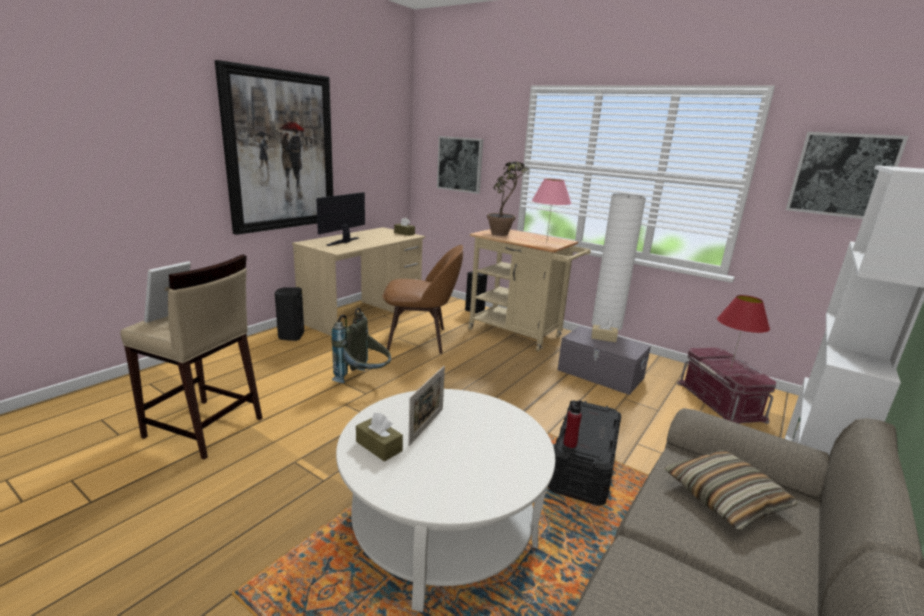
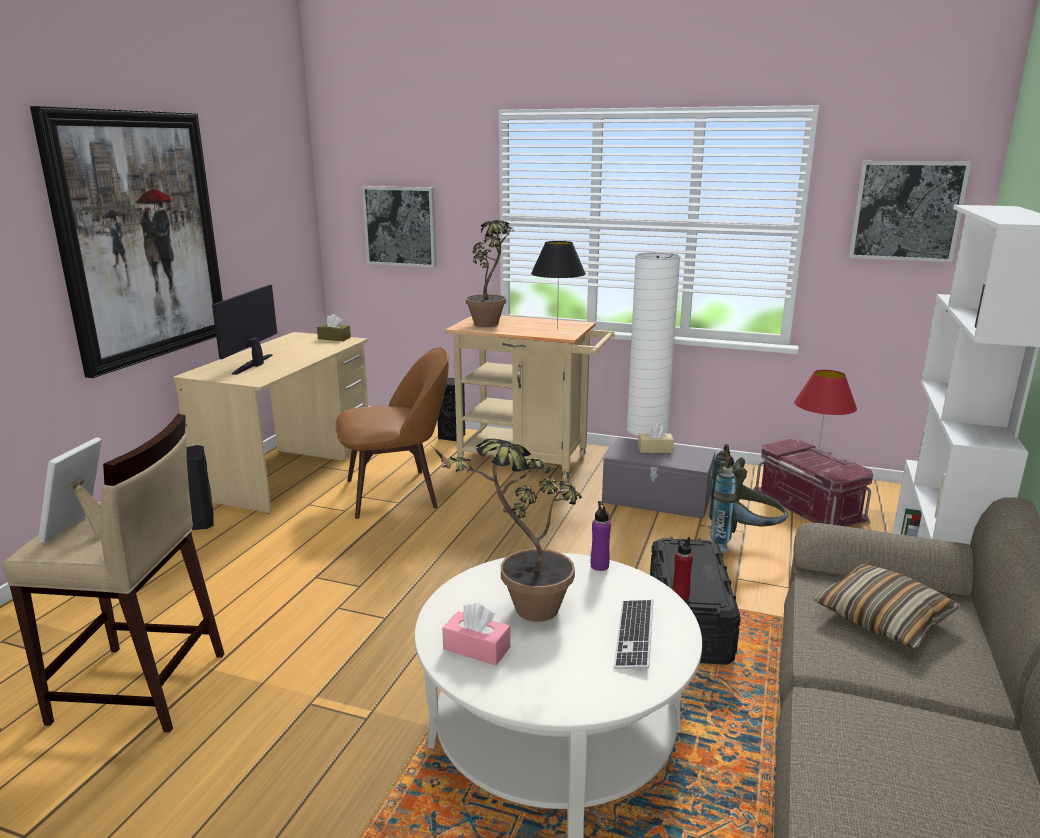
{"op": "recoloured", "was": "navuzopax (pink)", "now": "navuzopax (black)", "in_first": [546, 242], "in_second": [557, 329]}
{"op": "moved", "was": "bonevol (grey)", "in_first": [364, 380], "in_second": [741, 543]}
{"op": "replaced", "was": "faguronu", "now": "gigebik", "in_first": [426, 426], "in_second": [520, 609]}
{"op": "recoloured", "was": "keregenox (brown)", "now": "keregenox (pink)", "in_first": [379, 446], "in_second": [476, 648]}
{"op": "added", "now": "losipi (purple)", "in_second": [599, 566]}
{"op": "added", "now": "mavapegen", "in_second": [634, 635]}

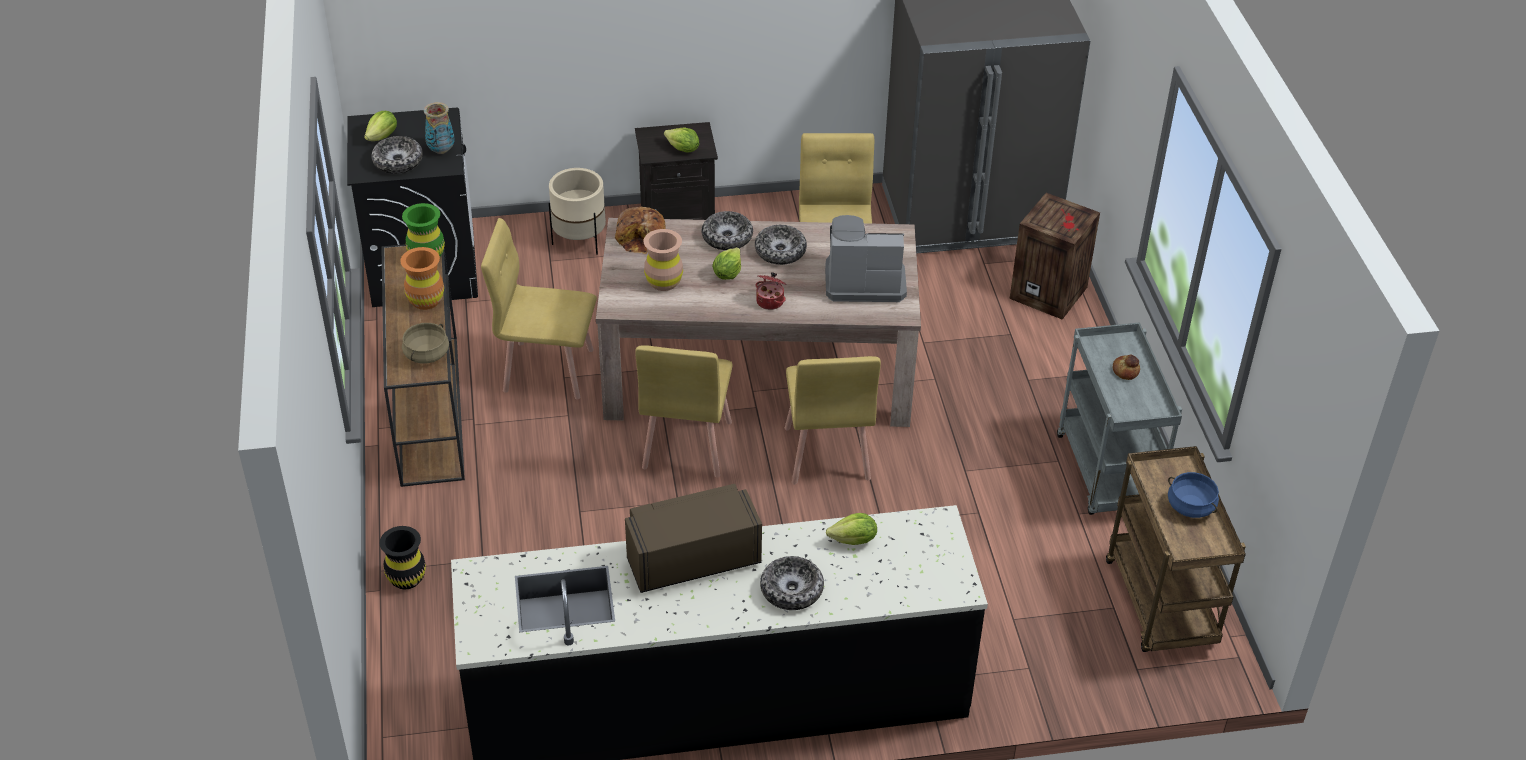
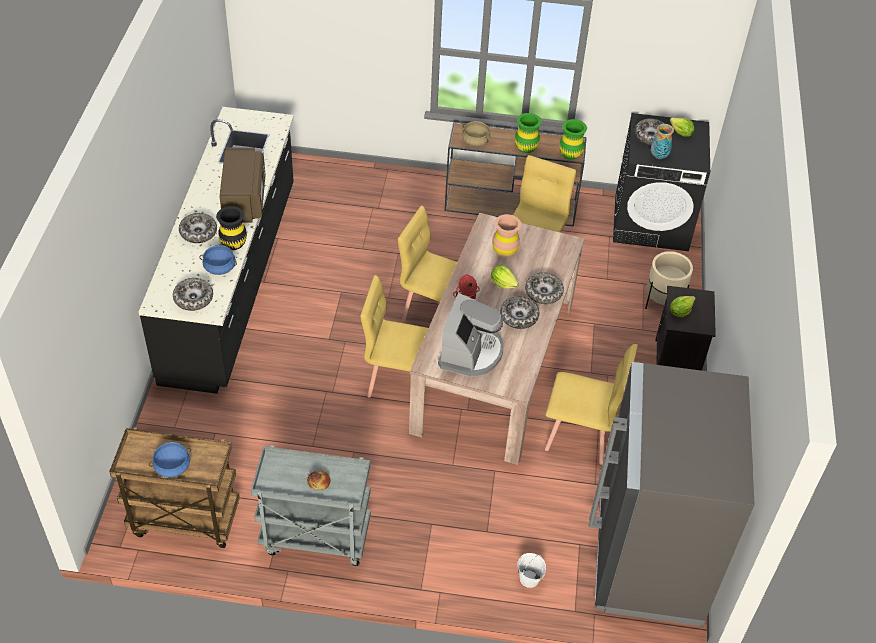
{"op": "replaced", "was": "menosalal", "now": "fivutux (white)", "in_first": [1050, 292], "in_second": [529, 579]}
{"op": "removed", "was": "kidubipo", "in_first": [642, 238]}
{"op": "recoloured", "was": "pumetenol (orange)", "now": "pumetenol (green)", "in_first": [426, 300], "in_second": [526, 147]}
{"op": "replaced", "was": "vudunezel", "now": "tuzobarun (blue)", "in_first": [854, 540], "in_second": [219, 267]}
{"op": "moved", "was": "pumetenol (black)", "in_first": [406, 578], "in_second": [233, 243]}
{"op": "added", "now": "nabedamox", "in_second": [193, 298]}

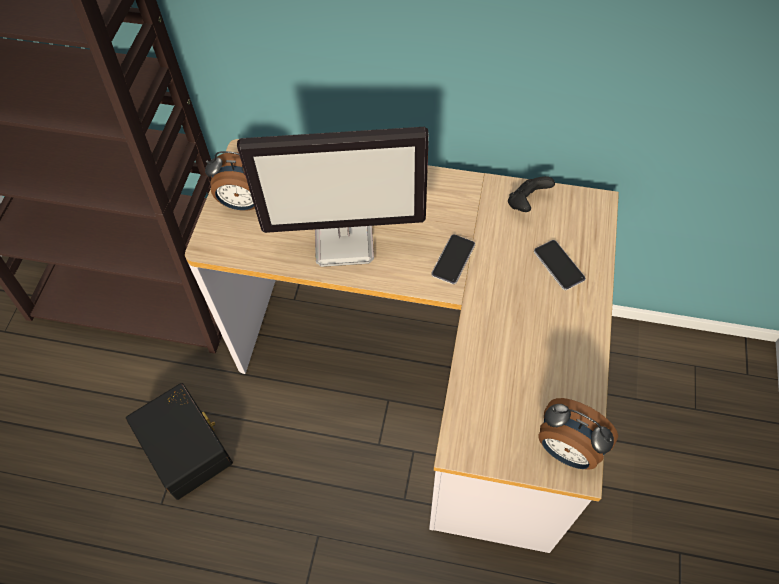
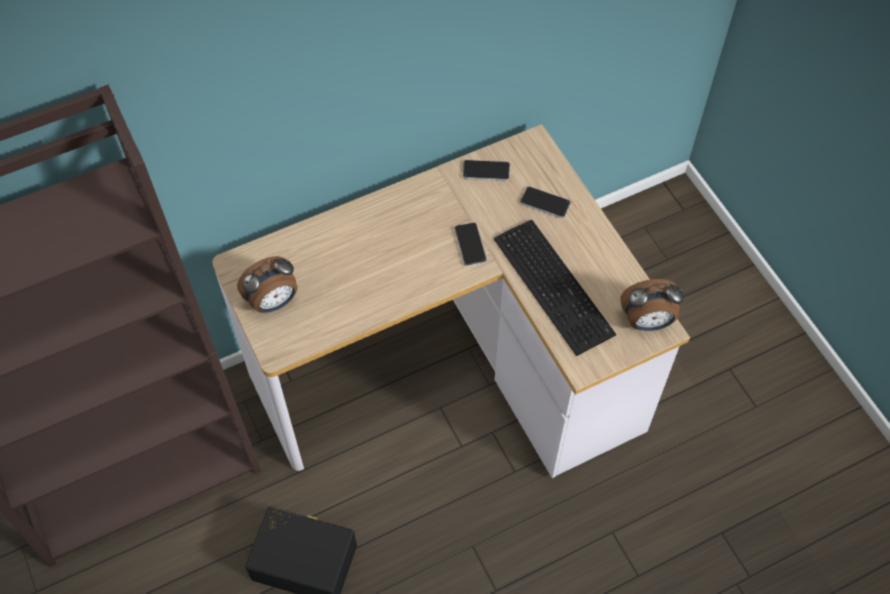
{"op": "removed", "was": "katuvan", "in_first": [345, 240]}
{"op": "replaced", "was": "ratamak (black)", "now": "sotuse", "in_first": [526, 203], "in_second": [486, 171]}
{"op": "added", "now": "mavapegen", "in_second": [554, 283]}

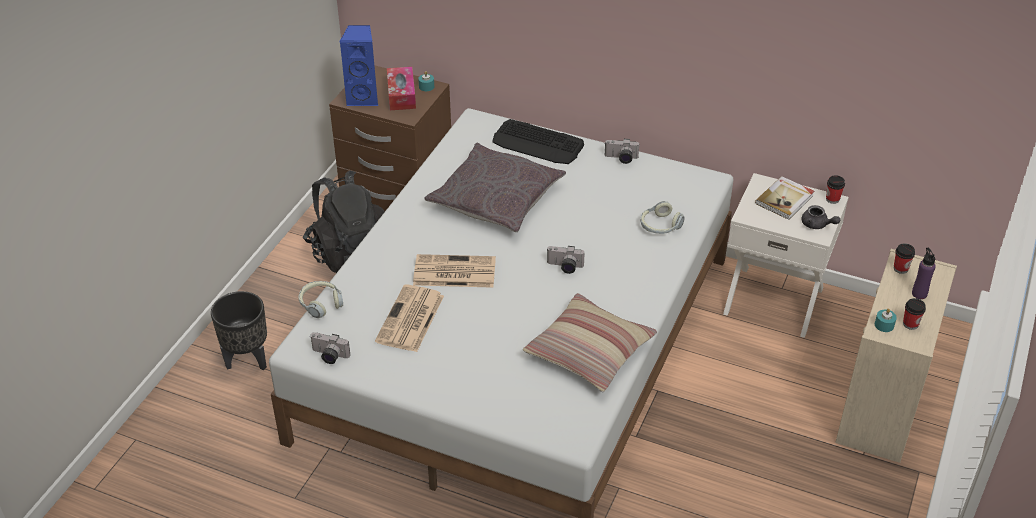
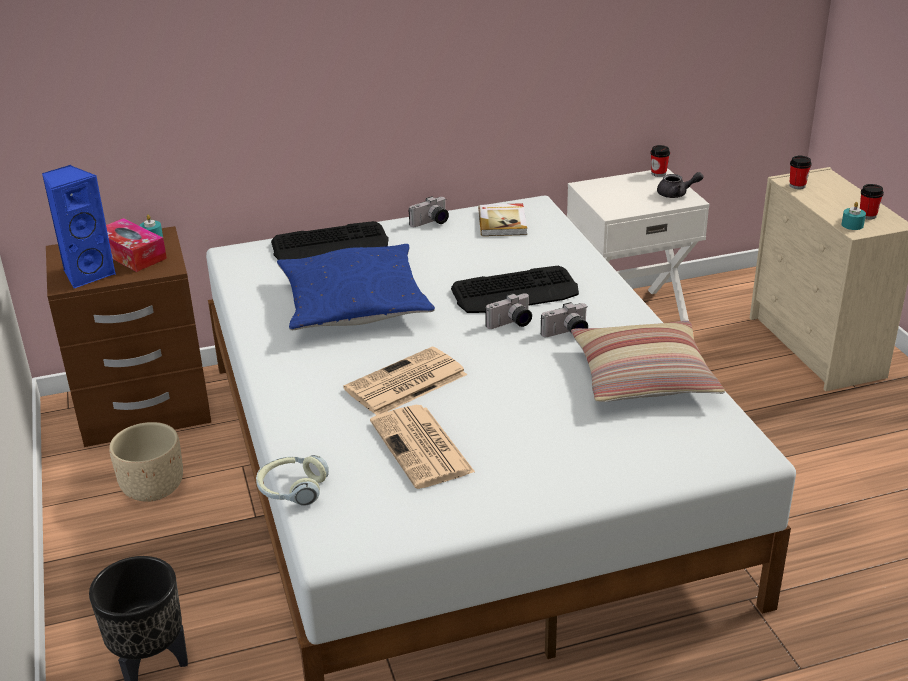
{"op": "recoloured", "was": "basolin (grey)", "now": "basolin (blue)", "in_first": [496, 198], "in_second": [354, 303]}
{"op": "replaced", "was": "bonevol (black)", "now": "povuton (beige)", "in_first": [350, 253], "in_second": [153, 488]}
{"op": "moved", "was": "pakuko", "in_first": [785, 199], "in_second": [503, 222]}
{"op": "removed", "was": "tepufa", "in_first": [660, 226]}
{"op": "removed", "was": "losipi (purple)", "in_first": [919, 293]}
{"op": "moved", "was": "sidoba", "in_first": [329, 356], "in_second": [567, 333]}
{"op": "added", "now": "mavapegen", "in_second": [515, 292]}

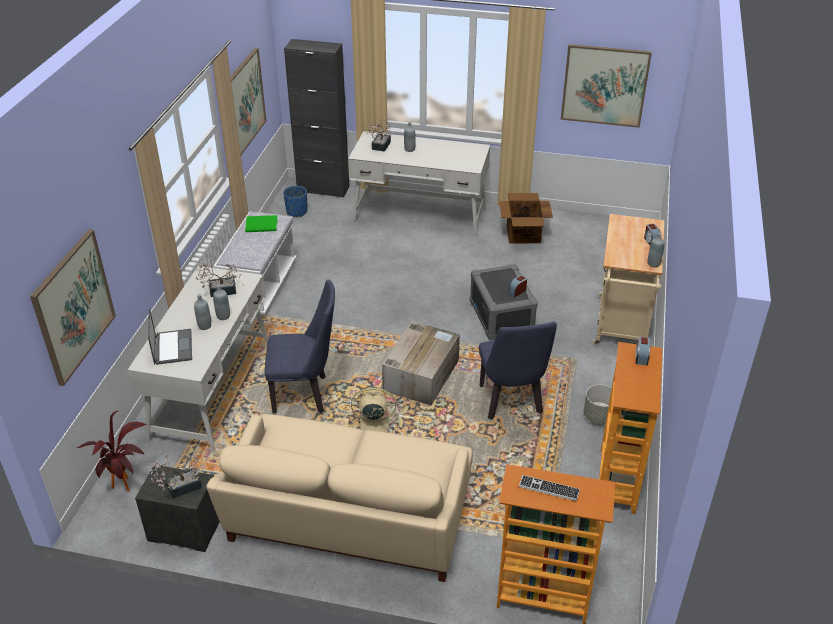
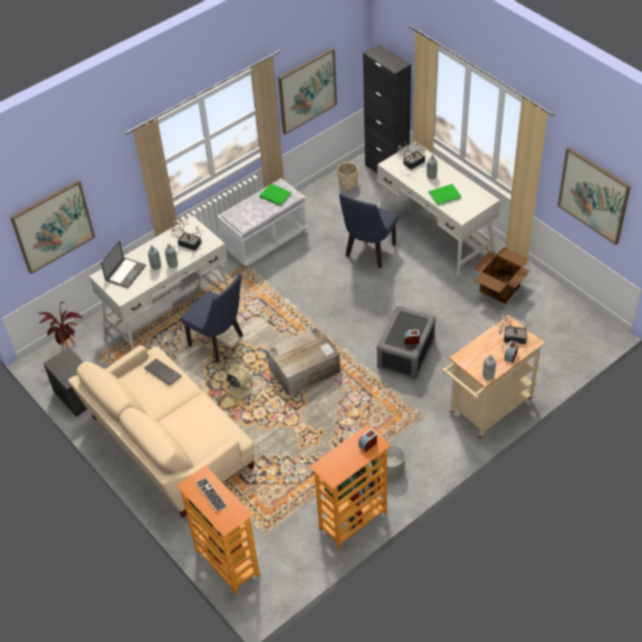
{"op": "recoloured", "was": "povuton (blue)", "now": "povuton (beige)", "in_first": [296, 212], "in_second": [347, 184]}
{"op": "moved", "was": "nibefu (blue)", "in_first": [511, 403], "in_second": [369, 253]}
{"op": "moved", "was": "gigebik", "in_first": [180, 487], "in_second": [512, 337]}
{"op": "added", "now": "pakuko (green)", "in_second": [443, 195]}
{"op": "added", "now": "mavapegen", "in_second": [162, 373]}

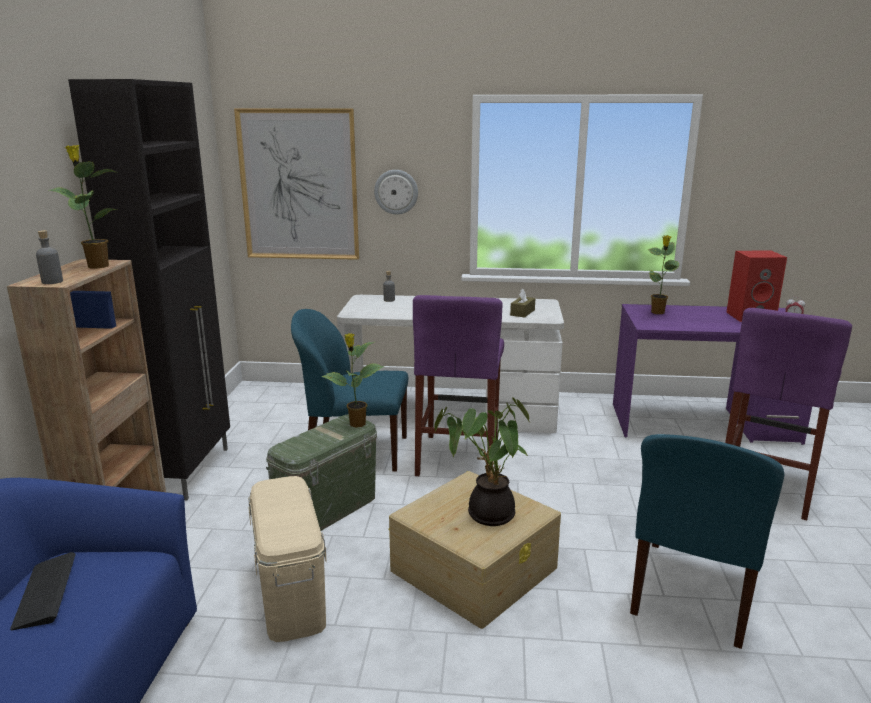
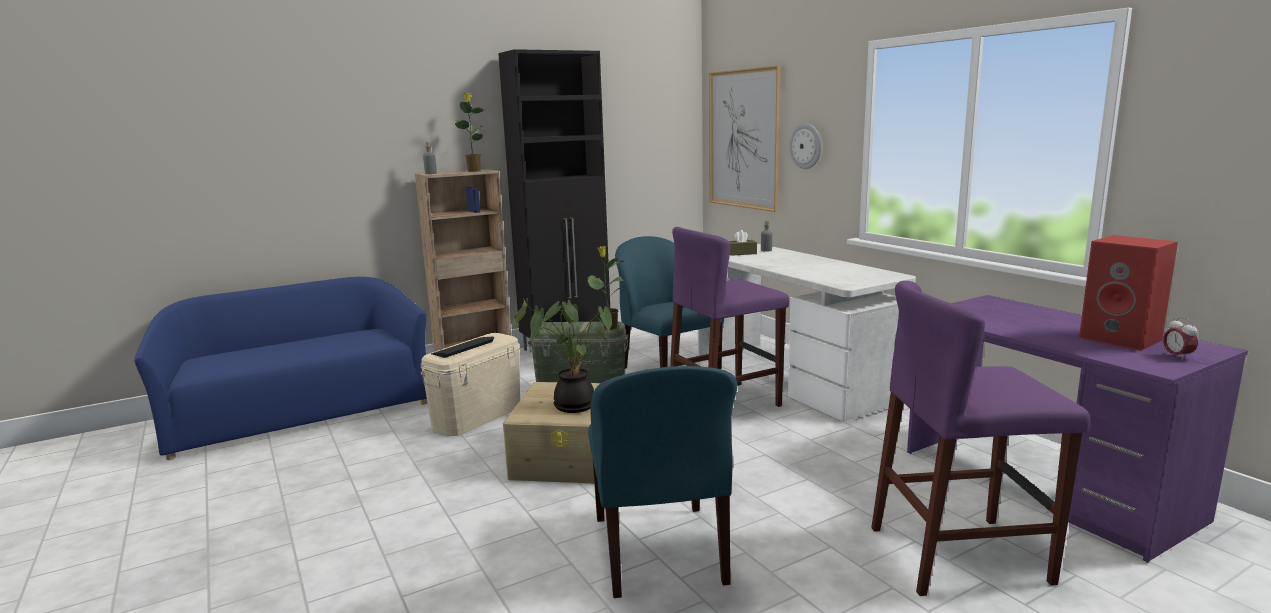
{"op": "removed", "was": "gigebik", "in_first": [657, 312]}
{"op": "moved", "was": "keregenox (brown)", "in_first": [522, 312], "in_second": [741, 253]}
{"op": "turned", "was": "nibefu (blue)", "in_first": [692, 594], "in_second": [659, 552], "clockwise": -90}
{"op": "moved", "was": "mavapegen", "in_first": [45, 592], "in_second": [463, 347]}

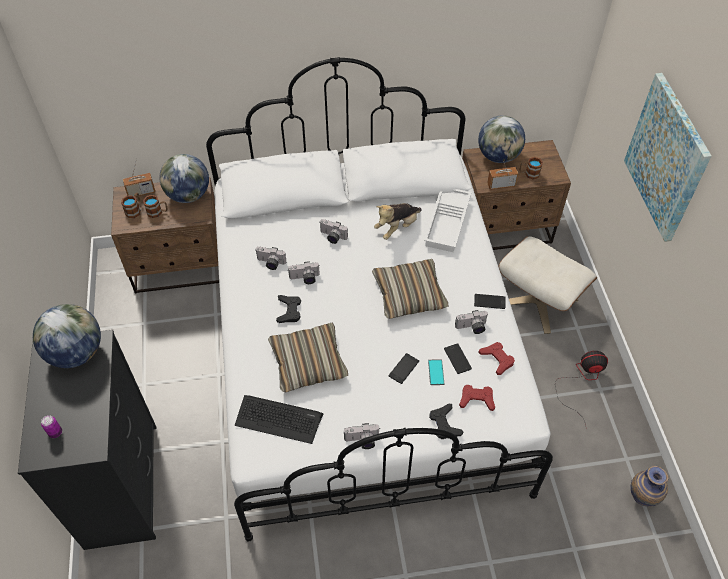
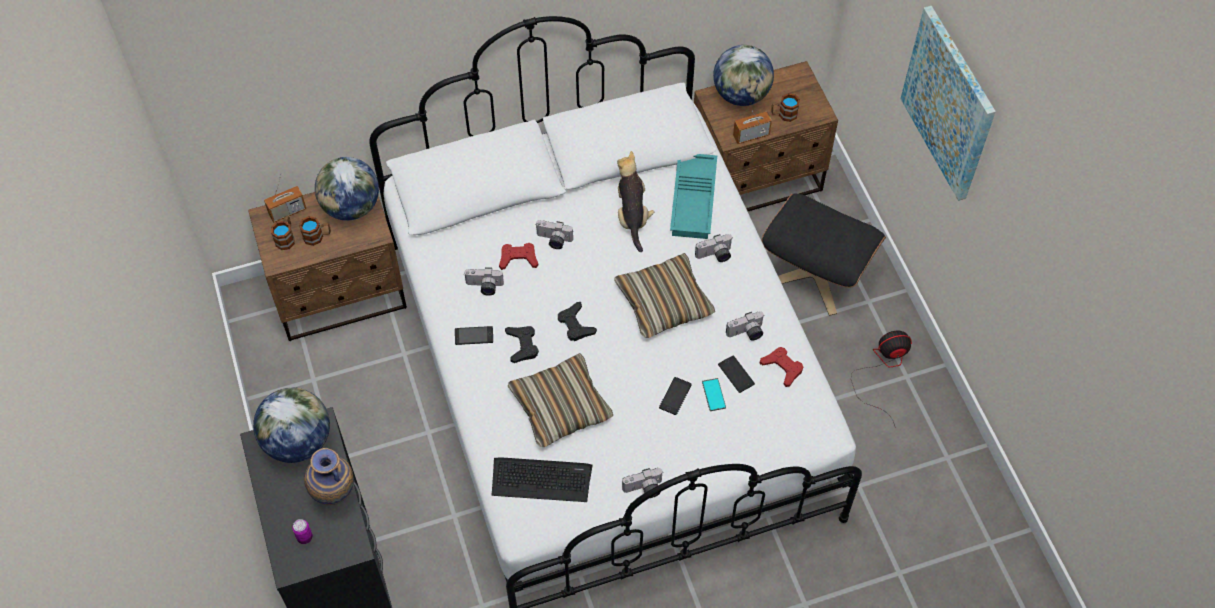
{"op": "recoloured", "was": "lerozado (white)", "now": "lerozado (turquoise)", "in_first": [448, 223], "in_second": [694, 200]}
{"op": "turned", "was": "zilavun", "in_first": [397, 227], "in_second": [632, 216], "clockwise": 135}
{"op": "recoloured", "was": "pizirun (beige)", "now": "pizirun (black)", "in_first": [538, 301], "in_second": [815, 273]}
{"op": "moved", "was": "sidoba", "in_first": [305, 279], "in_second": [715, 256]}
{"op": "moved", "was": "sotuse", "in_first": [489, 301], "in_second": [474, 336]}
{"op": "moved", "was": "ratamak (red)", "in_first": [476, 399], "in_second": [518, 259]}
{"op": "moved", "was": "ratamak (black)", "in_first": [444, 424], "in_second": [575, 325]}
{"op": "moved", "was": "pumetenol", "in_first": [641, 498], "in_second": [335, 495]}

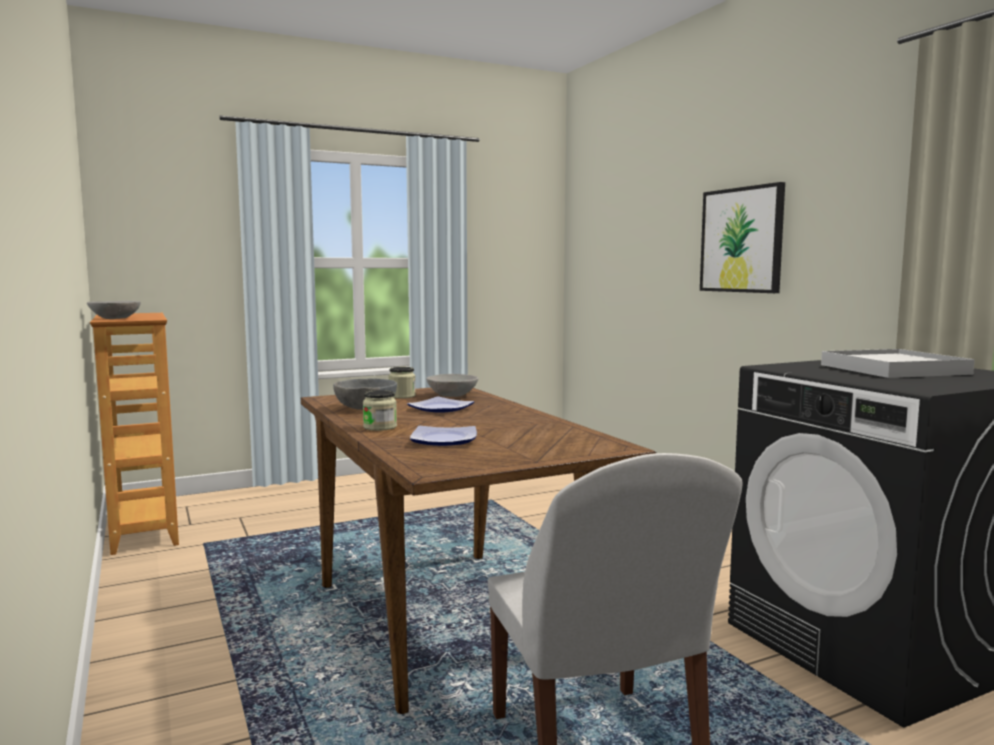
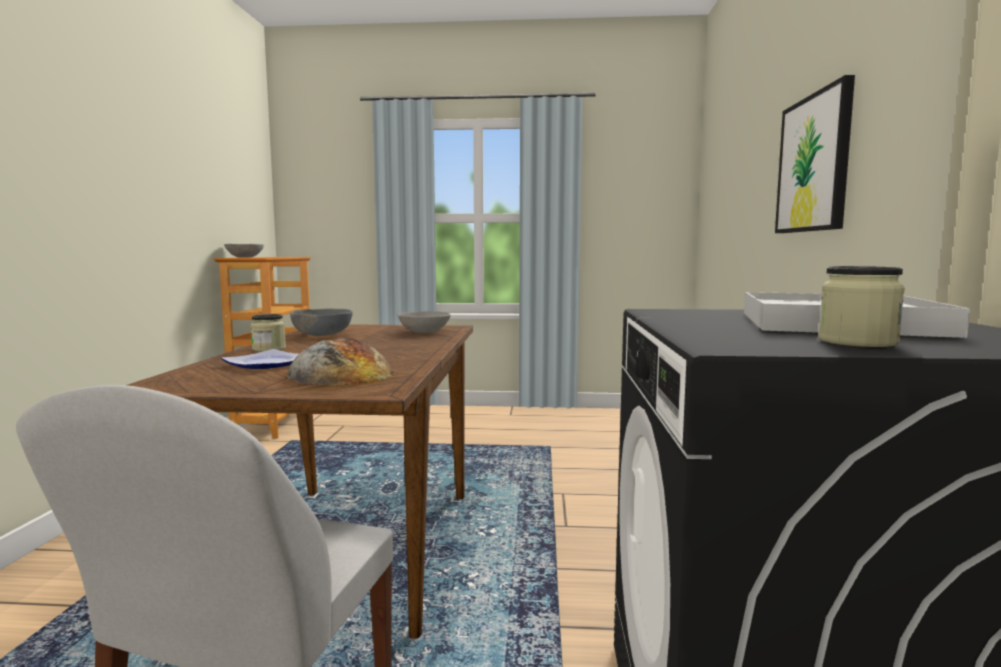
{"op": "moved", "was": "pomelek", "in_first": [402, 396], "in_second": [857, 342]}
{"op": "removed", "was": "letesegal", "in_first": [442, 408]}
{"op": "added", "now": "kidubipo", "in_second": [340, 373]}

